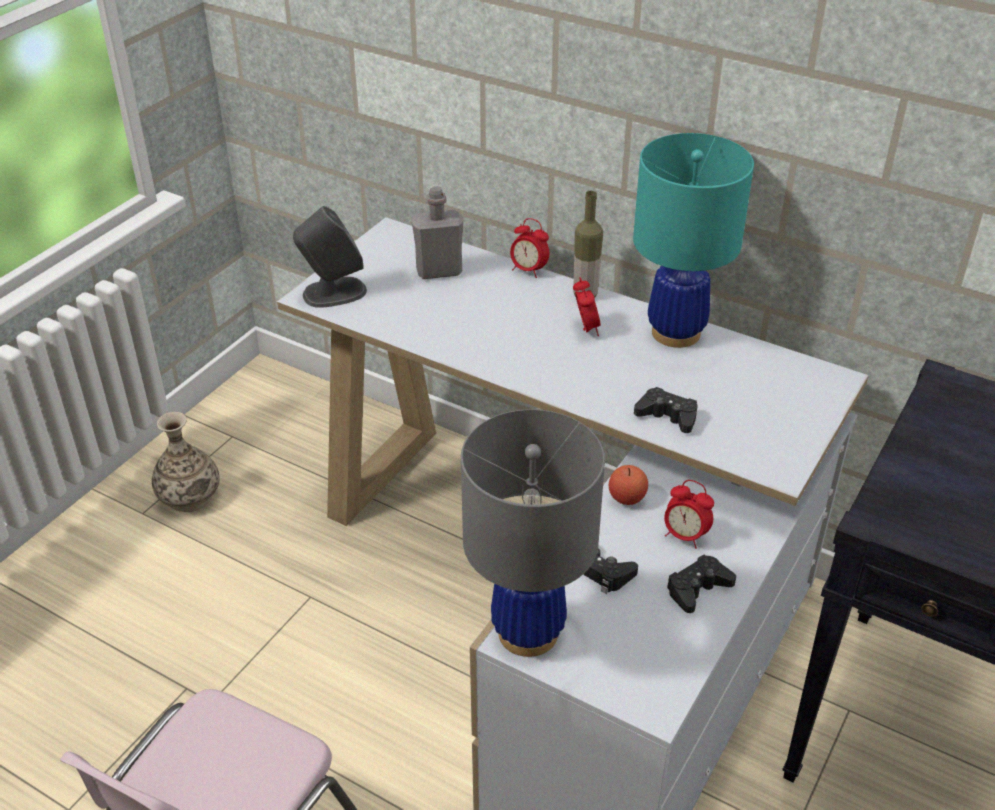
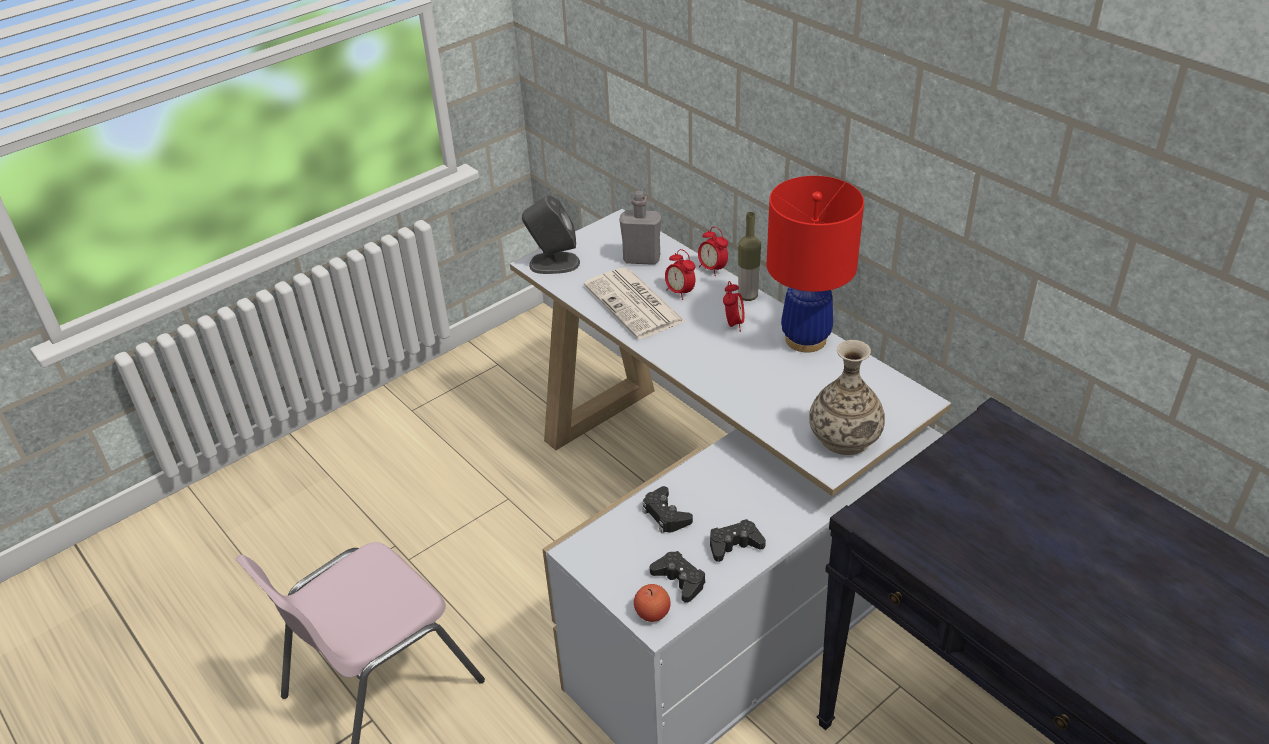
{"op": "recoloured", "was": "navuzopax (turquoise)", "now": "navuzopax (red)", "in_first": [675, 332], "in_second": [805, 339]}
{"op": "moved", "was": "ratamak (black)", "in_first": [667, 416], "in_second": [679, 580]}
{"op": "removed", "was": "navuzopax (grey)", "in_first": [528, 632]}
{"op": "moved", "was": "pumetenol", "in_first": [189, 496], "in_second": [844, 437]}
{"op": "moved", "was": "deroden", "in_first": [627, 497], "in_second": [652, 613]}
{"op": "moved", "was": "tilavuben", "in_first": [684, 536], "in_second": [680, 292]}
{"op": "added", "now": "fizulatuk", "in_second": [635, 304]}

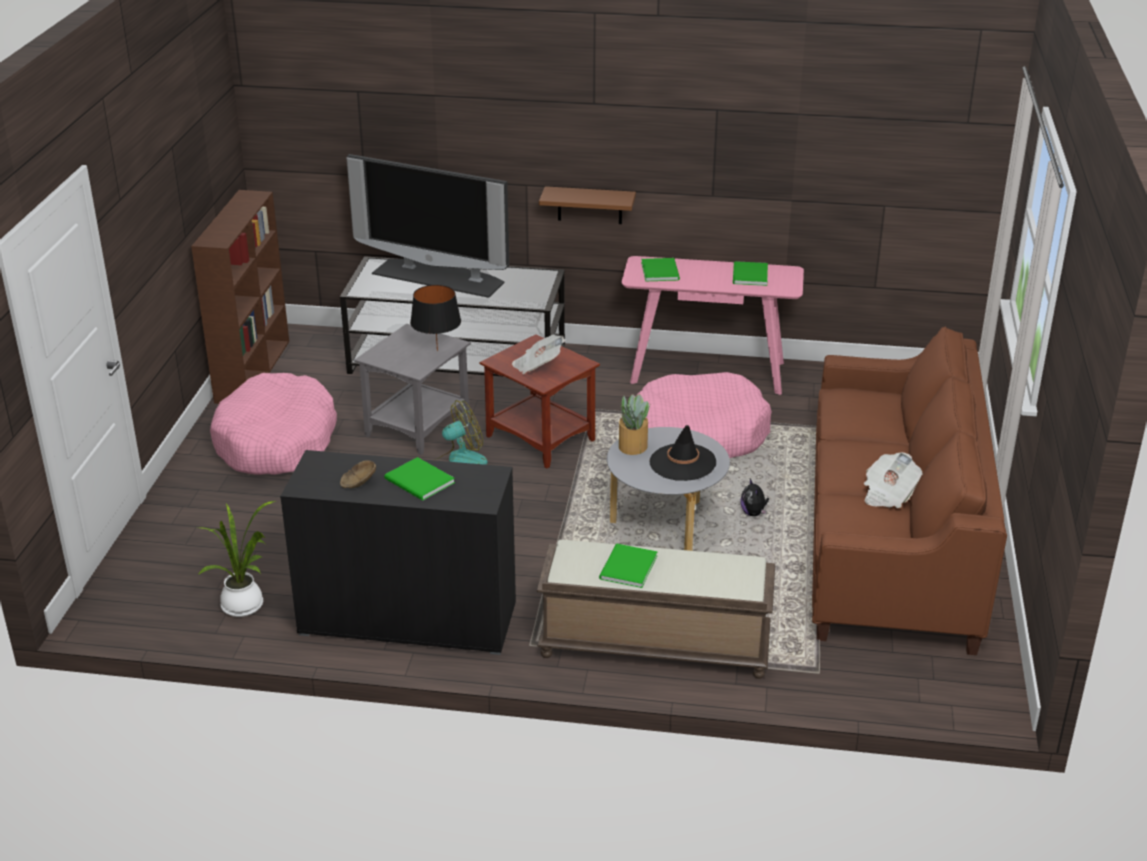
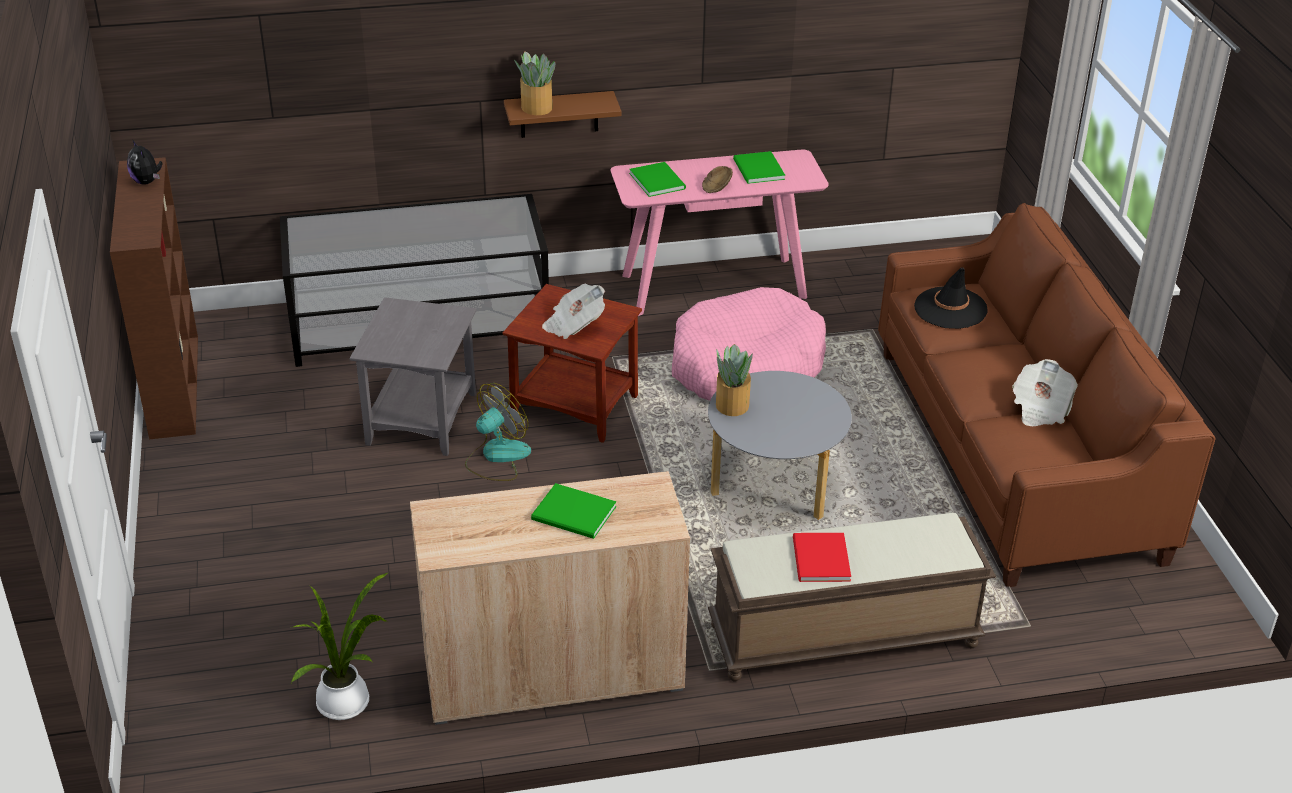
{"op": "removed", "was": "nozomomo", "in_first": [439, 277]}
{"op": "removed", "was": "navuzopax (black)", "in_first": [437, 351]}
{"op": "removed", "was": "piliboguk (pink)", "in_first": [276, 442]}
{"op": "moved", "was": "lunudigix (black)", "in_first": [682, 463], "in_second": [950, 308]}
{"op": "recoloured", "was": "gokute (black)", "now": "gokute (beige)", "in_first": [408, 619], "in_second": [553, 672]}
{"op": "moved", "was": "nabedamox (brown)", "in_first": [357, 483], "in_second": [715, 188]}
{"op": "moved", "was": "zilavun", "in_first": [753, 513], "in_second": [147, 182]}
{"op": "recoloured", "was": "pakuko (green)", "now": "pakuko (red)", "in_first": [626, 568], "in_second": [819, 560]}
{"op": "added", "now": "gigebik", "in_second": [537, 108]}

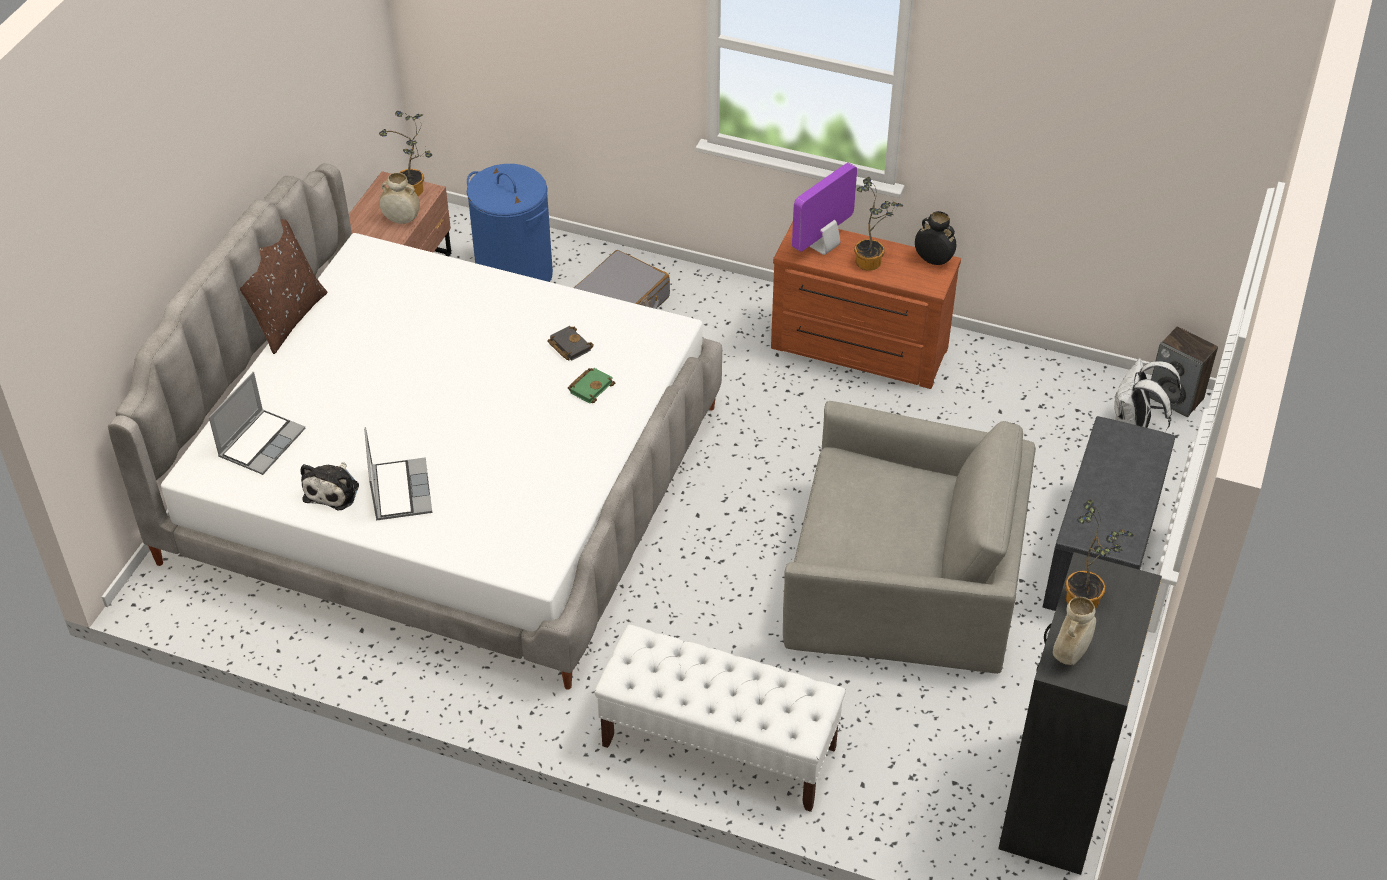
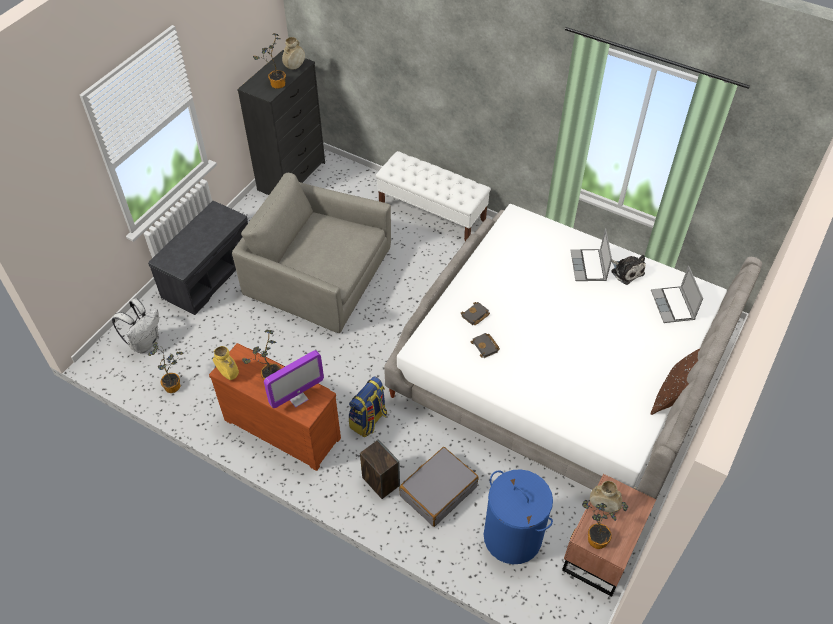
{"op": "recoloured", "was": "pumetenol (black)", "now": "pumetenol (yellow)", "in_first": [933, 260], "in_second": [228, 374]}
{"op": "moved", "was": "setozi", "in_first": [1176, 398], "in_second": [380, 481]}
{"op": "recoloured", "was": "pakuko (green)", "now": "pakuko (black)", "in_first": [591, 387], "in_second": [475, 316]}
{"op": "turned", "was": "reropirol", "in_first": [261, 442], "in_second": [673, 306], "clockwise": -45}
{"op": "turned", "was": "zilavun", "in_first": [333, 490], "in_second": [626, 271], "clockwise": 120}
{"op": "added", "now": "gigebik", "in_second": [174, 385]}
{"op": "added", "now": "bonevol", "in_second": [368, 421]}

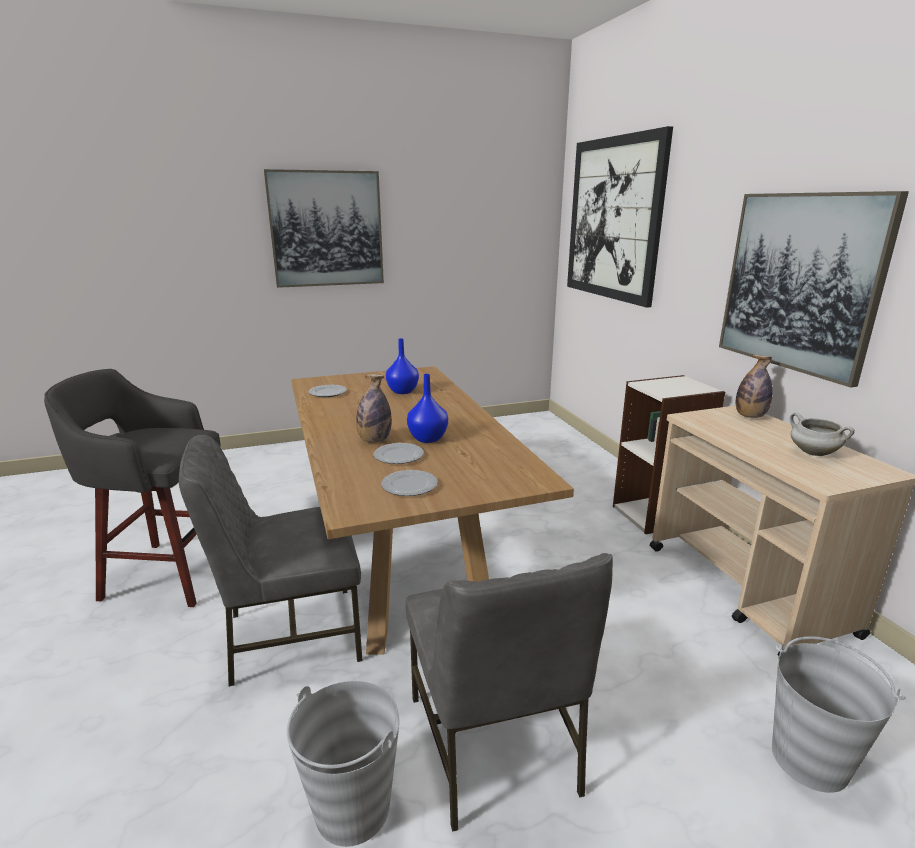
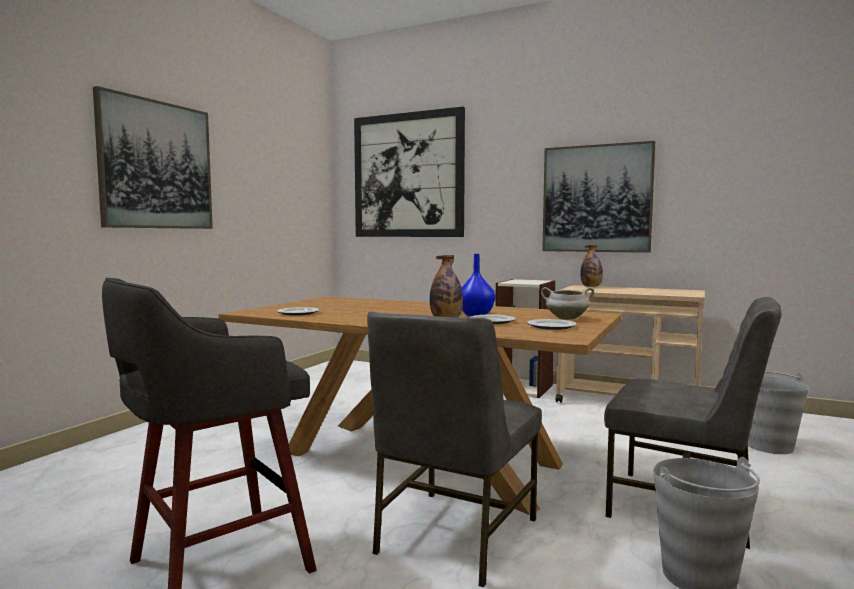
{"op": "removed", "was": "pumetenol (blue)", "in_first": [402, 391]}
{"op": "moved", "was": "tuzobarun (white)", "in_first": [812, 453], "in_second": [566, 319]}

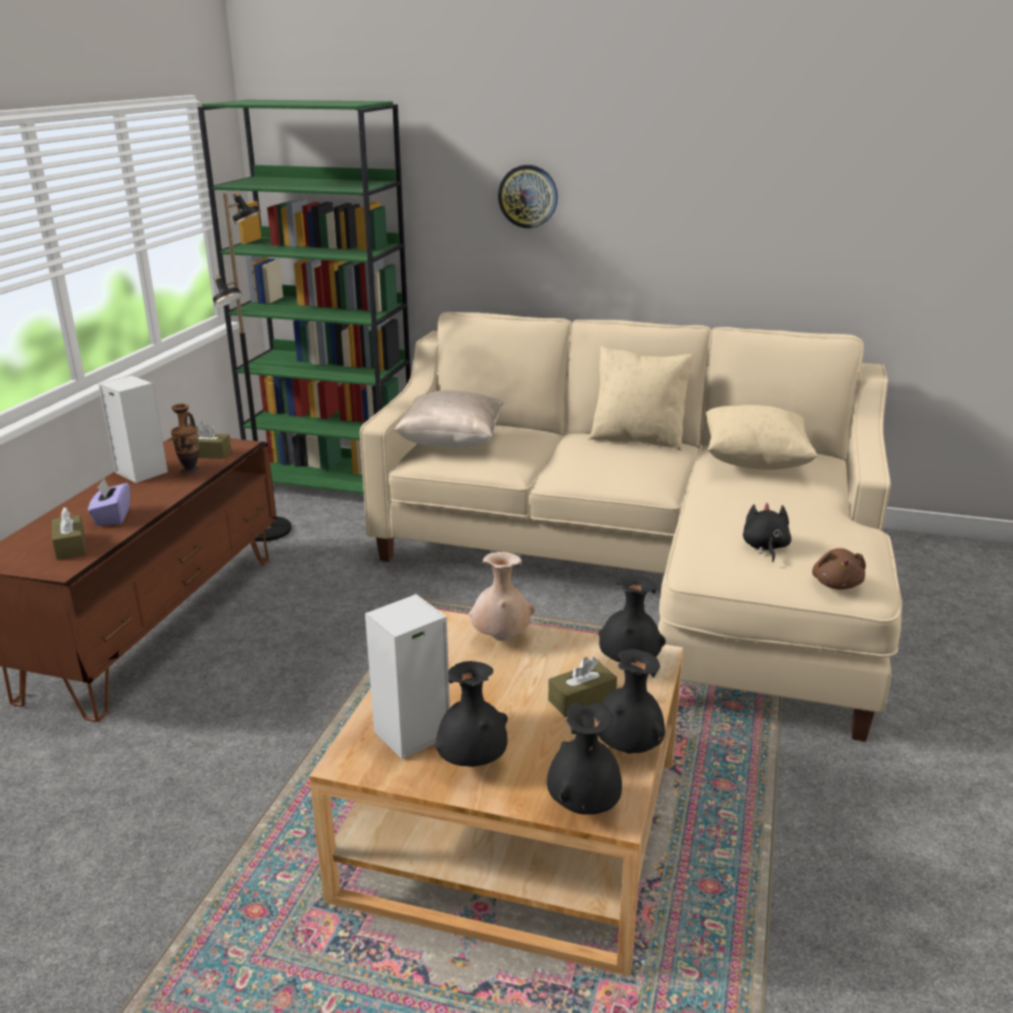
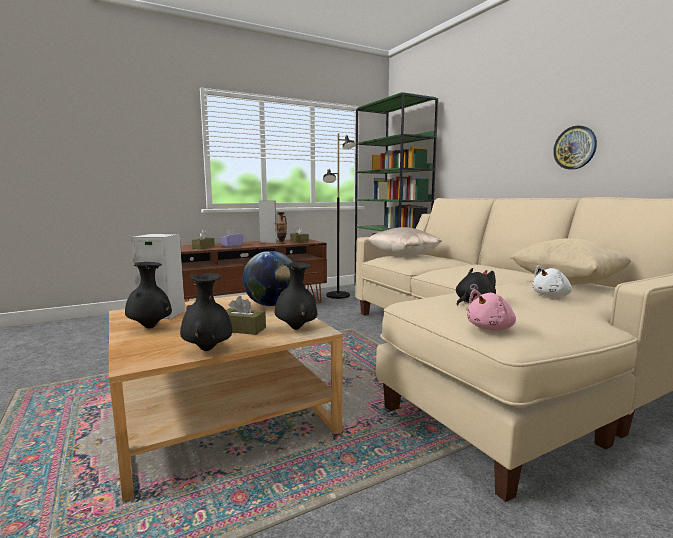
{"op": "moved", "was": "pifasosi", "in_first": [528, 196], "in_second": [575, 147]}
{"op": "removed", "was": "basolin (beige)", "in_first": [638, 439]}
{"op": "recoloured", "was": "zilavun (brown)", "now": "zilavun (pink)", "in_first": [836, 583], "in_second": [491, 328]}
{"op": "replaced", "was": "pumetenol (beige)", "now": "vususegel", "in_first": [501, 638], "in_second": [271, 305]}
{"op": "removed", "was": "pumetenol (black)", "in_first": [583, 806]}
{"op": "added", "now": "zilavun (white)", "in_second": [552, 296]}

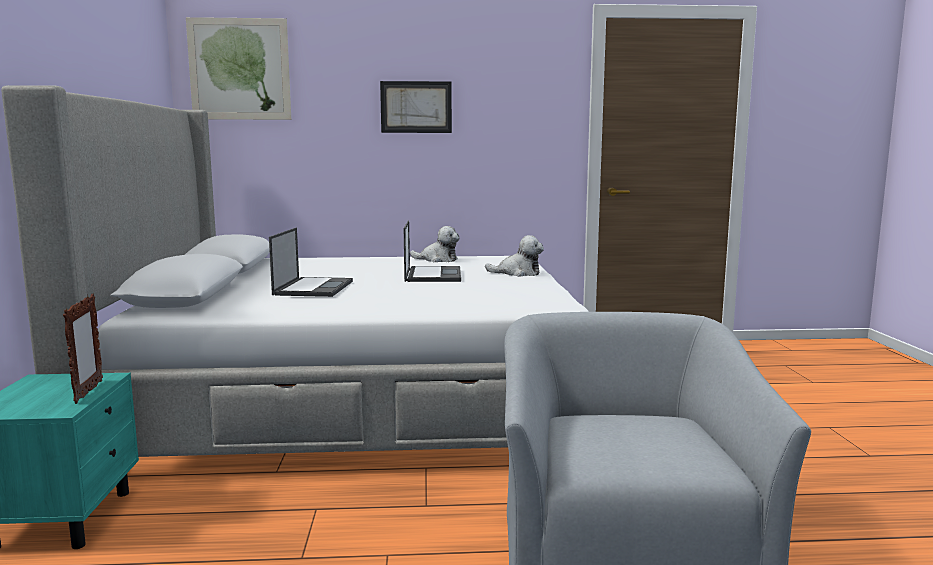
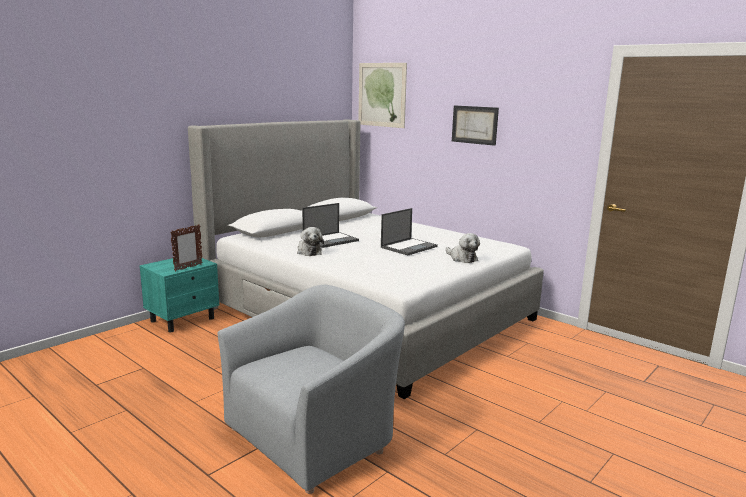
{"op": "moved", "was": "zilavun", "in_first": [438, 259], "in_second": [308, 252]}

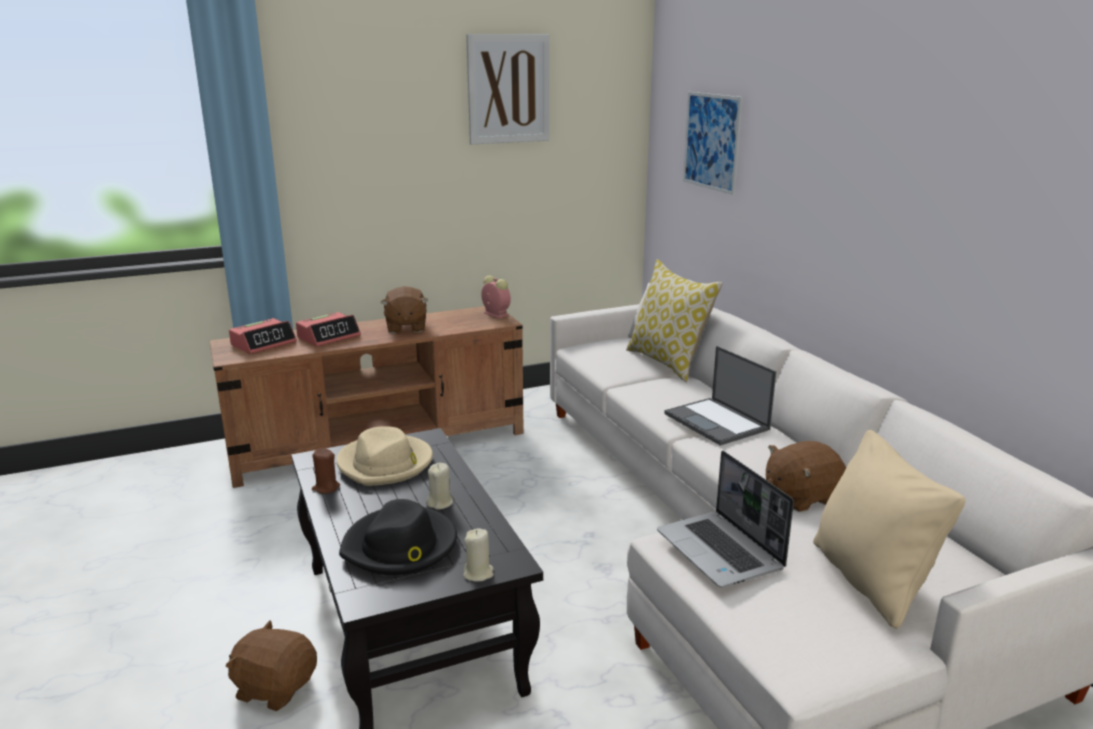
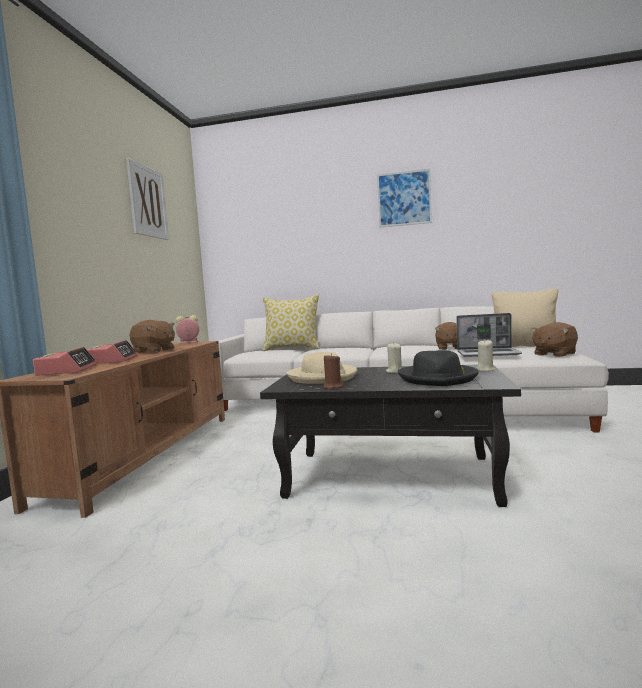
{"op": "moved", "was": "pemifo", "in_first": [711, 141], "in_second": [404, 198]}
{"op": "removed", "was": "reropirol", "in_first": [717, 422]}
{"op": "moved", "was": "zilavun (brown)", "in_first": [275, 687], "in_second": [554, 354]}

